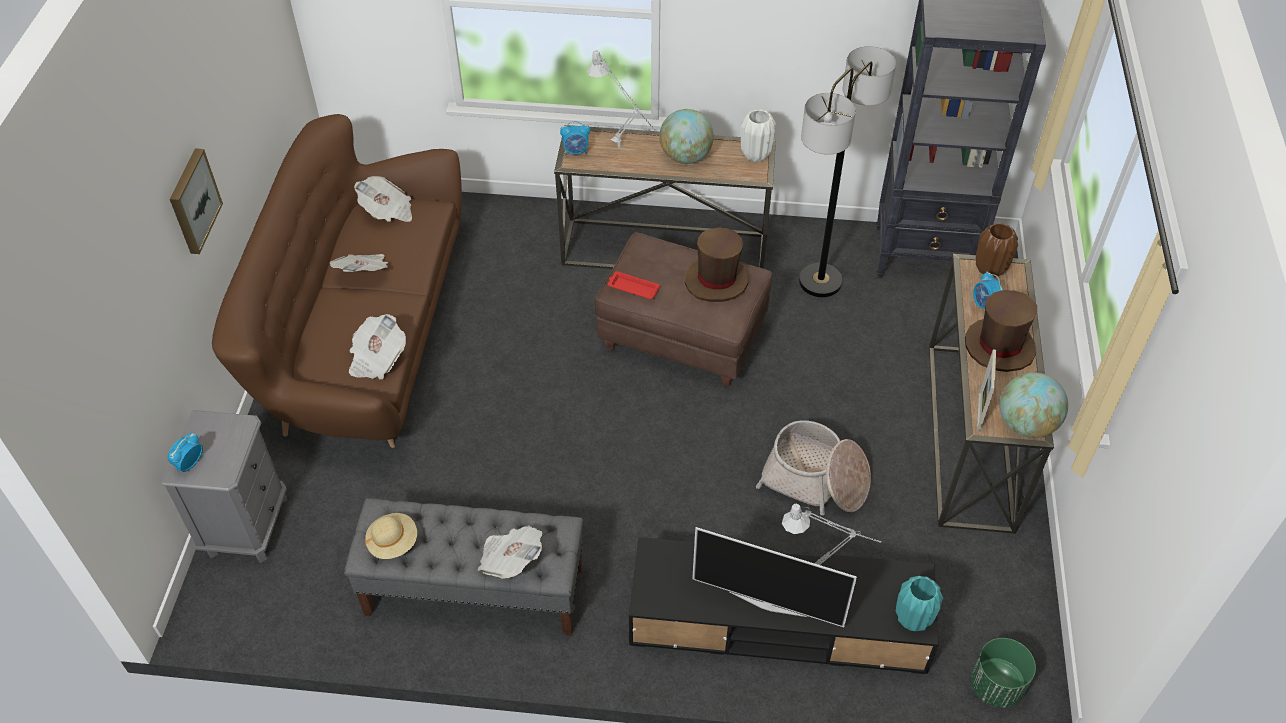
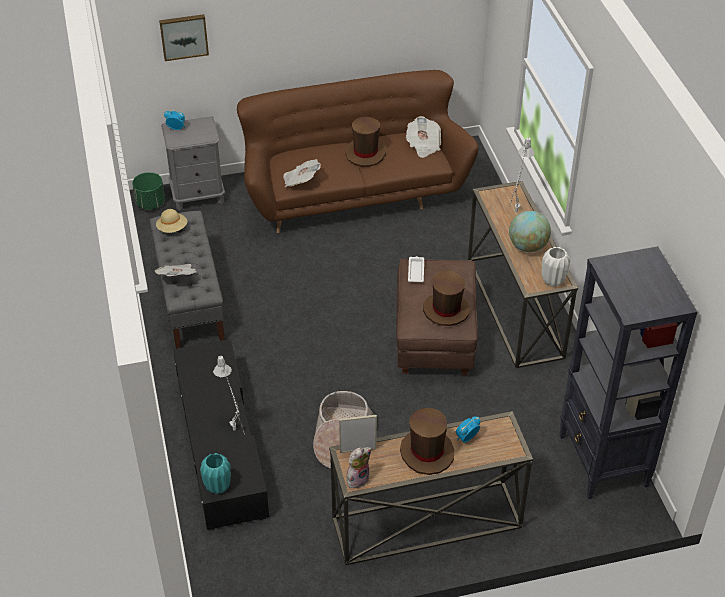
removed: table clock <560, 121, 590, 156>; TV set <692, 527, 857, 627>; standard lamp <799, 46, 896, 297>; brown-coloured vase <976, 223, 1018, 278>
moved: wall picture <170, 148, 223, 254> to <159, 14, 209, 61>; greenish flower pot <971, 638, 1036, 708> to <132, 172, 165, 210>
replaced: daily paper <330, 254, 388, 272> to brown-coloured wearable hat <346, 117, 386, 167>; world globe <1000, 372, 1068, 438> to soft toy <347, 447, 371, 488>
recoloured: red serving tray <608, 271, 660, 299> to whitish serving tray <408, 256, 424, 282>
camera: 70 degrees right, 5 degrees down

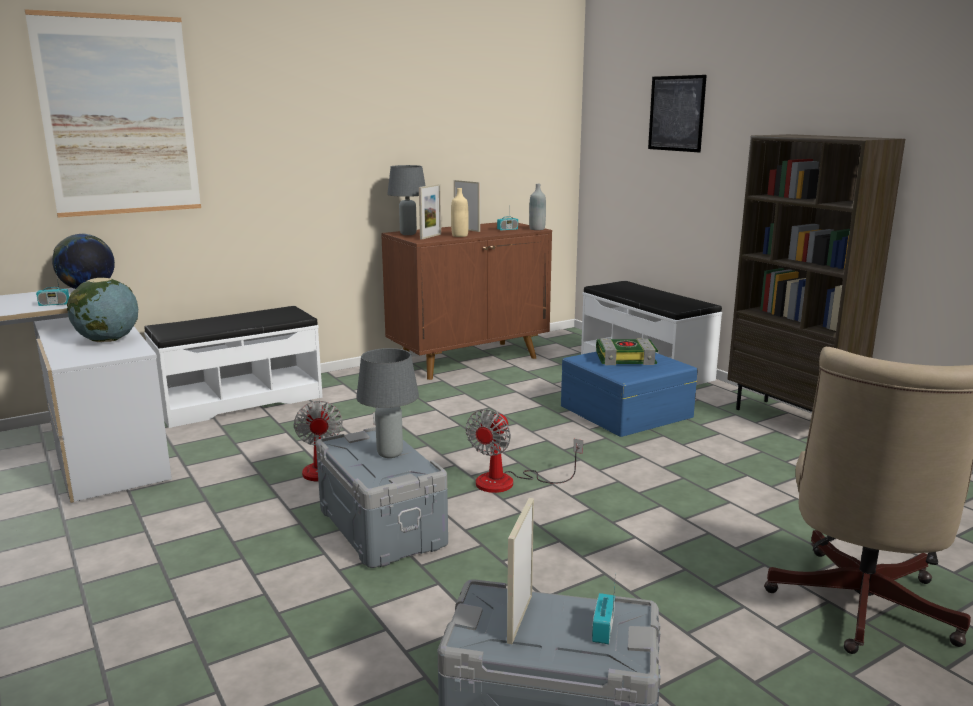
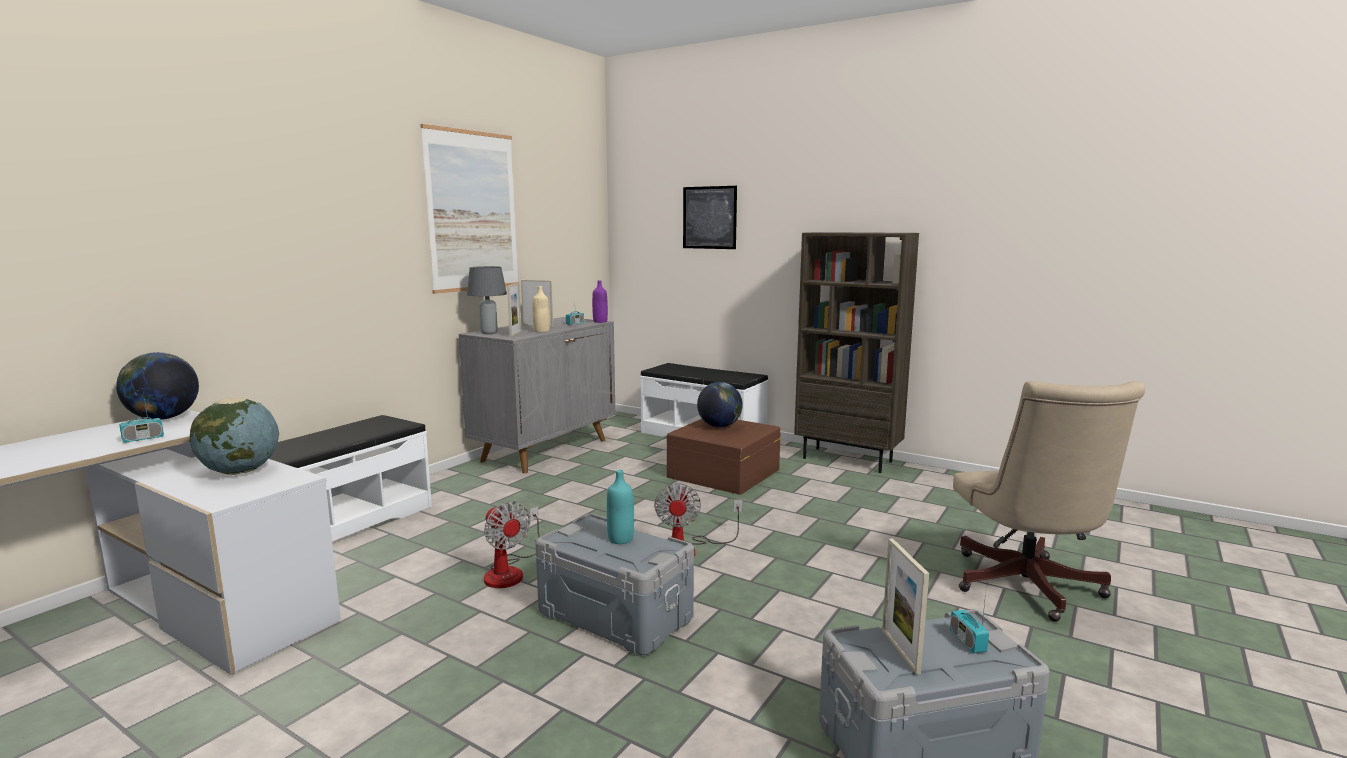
moved: wall picture <25, 9, 201, 218> to <420, 124, 519, 294>
replaced: greyish tabletop lamp <356, 348, 419, 458> to turquoise-coloured bottle <607, 470, 634, 544>; book <596, 338, 658, 365> to world globe <697, 382, 743, 428>
recoloured: brown-coloured storage cabinet <381, 222, 552, 380> to greyish storage cabinet <459, 317, 615, 473>; greyish bottle <529, 184, 546, 230> to purplish bottle <592, 280, 608, 323>; blue-coloured storage bin <561, 352, 698, 437> to brown-coloured storage bin <667, 419, 781, 495>
camera: 25 degrees left, 5 degrees down

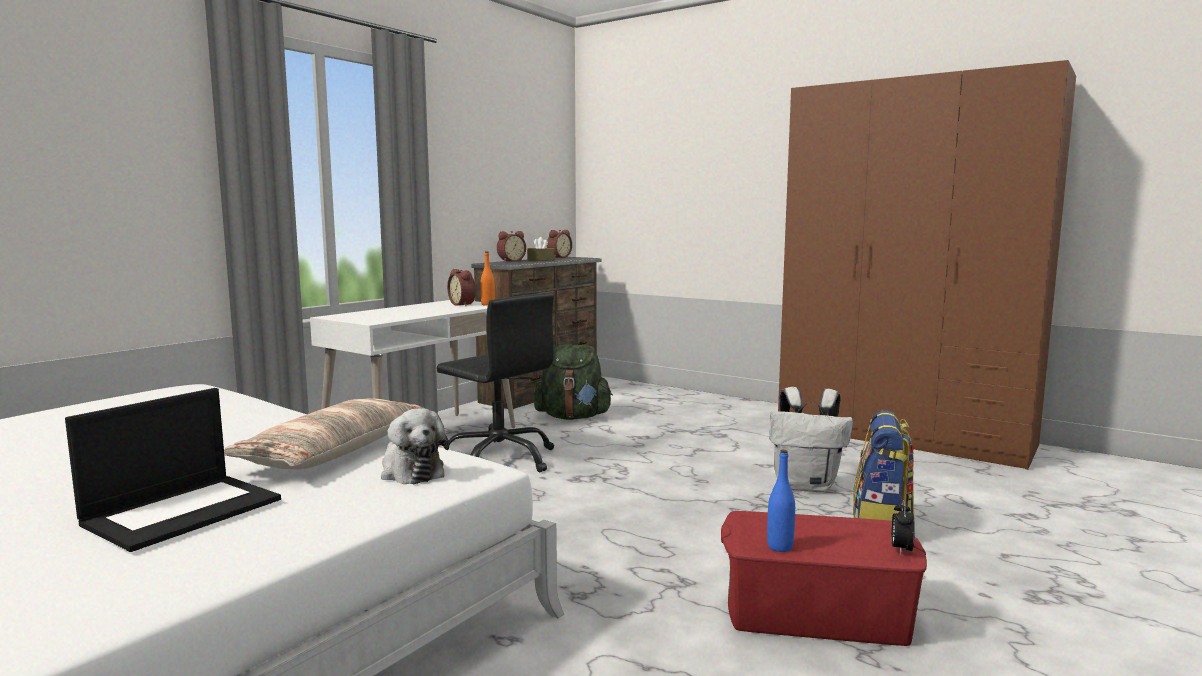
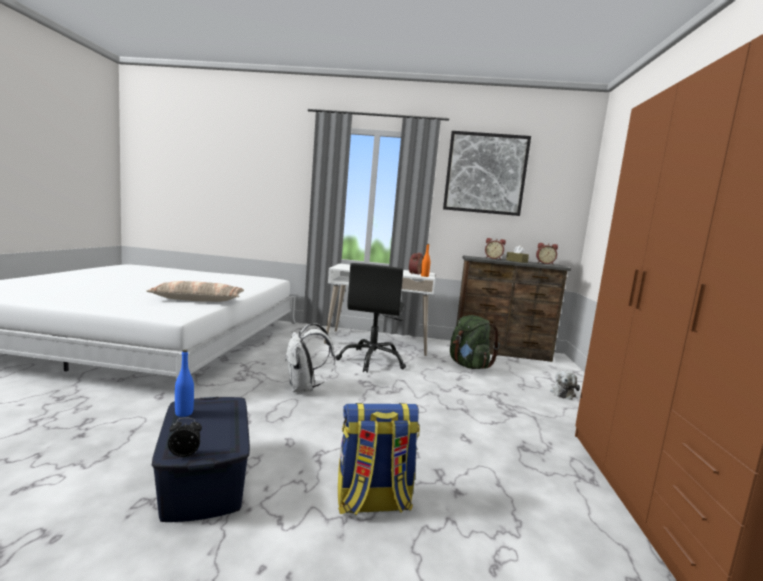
removed: notebook computer <65, 388, 281, 552>
added: wall picture <443, 131, 531, 216>
moved: soft toy <381, 409, 449, 484> to <550, 371, 580, 400>; whitish knapsack <770, 387, 853, 492> to <286, 323, 335, 392>
recoloured: red storage bin <721, 511, 927, 646> to blue-coloured storage bin <152, 397, 250, 522>
camera: 60 degrees right, 0 degrees up

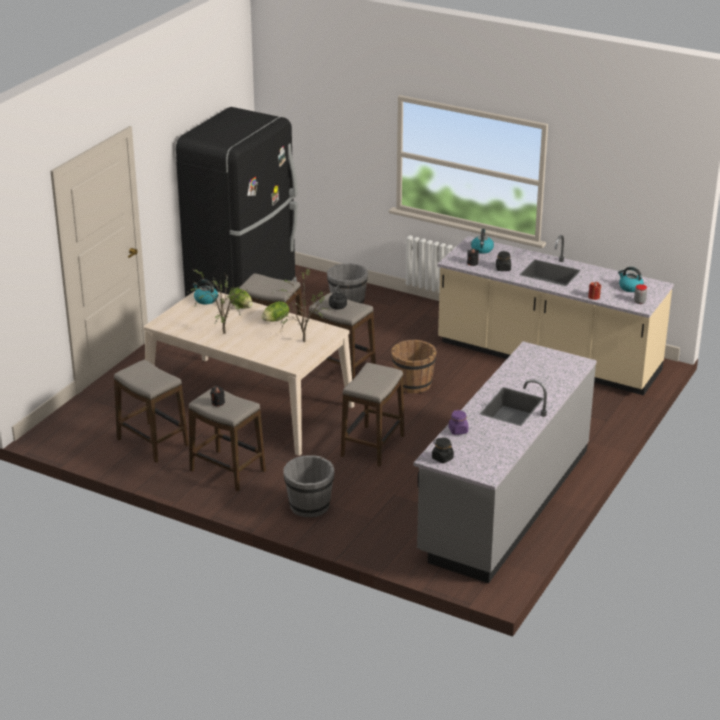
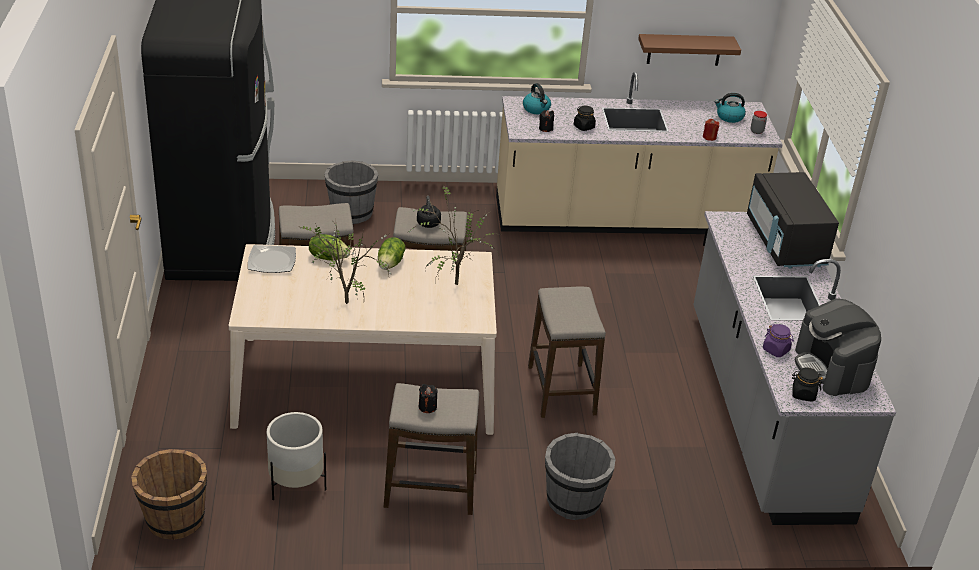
added: brown-coloured bracket shelf <638, 34, 741, 66>; black-coloured kitchen microwave <747, 172, 839, 269>; coffee maker <795, 299, 881, 396>
moved: brown-coloured pail <391, 340, 437, 394> to <131, 449, 207, 540>
replaced: stool <114, 359, 189, 463> to whitish flower pot <267, 412, 326, 500>; water kettle <193, 279, 218, 305> to flat dish <248, 245, 296, 273>
camera: 35 degrees left, 5 degrees up

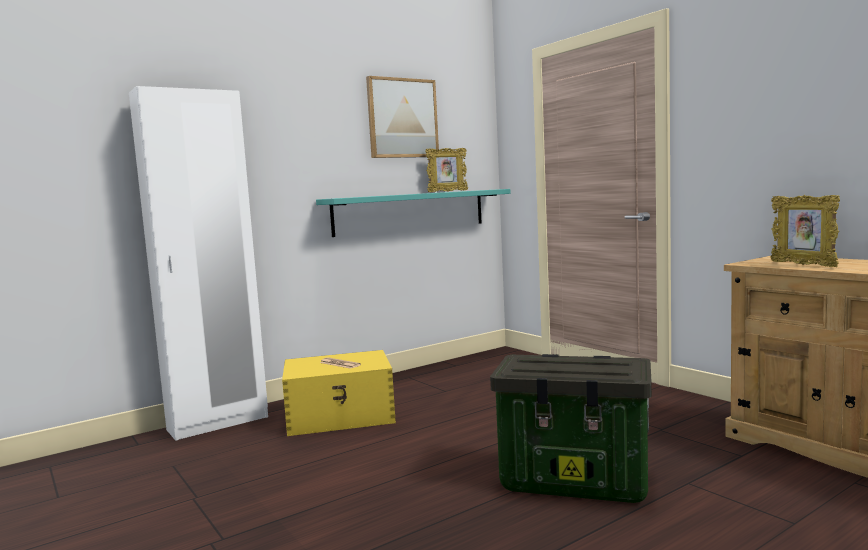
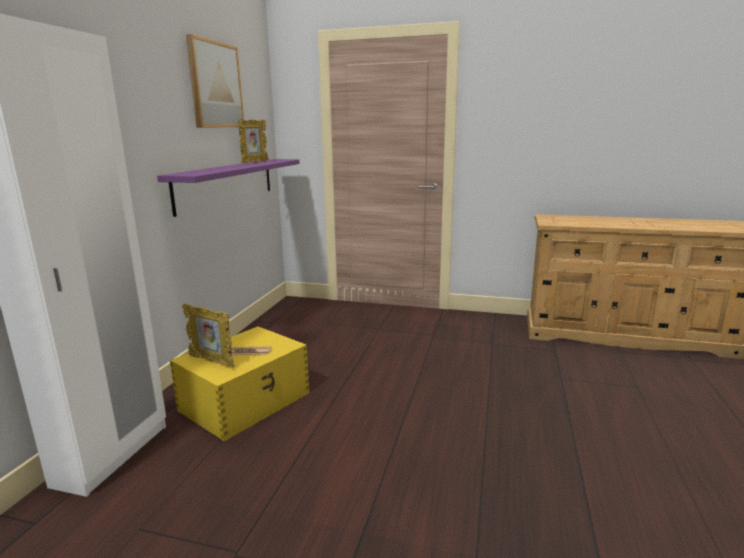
removed: storage bin <490, 354, 652, 503>
moved: picture frame <771, 195, 840, 267> to <182, 303, 234, 368>
recoloured: turquoise-coloured bracket shelf <316, 189, 511, 237> to purplish bracket shelf <157, 159, 300, 217>
camera: 40 degrees left, 10 degrees up

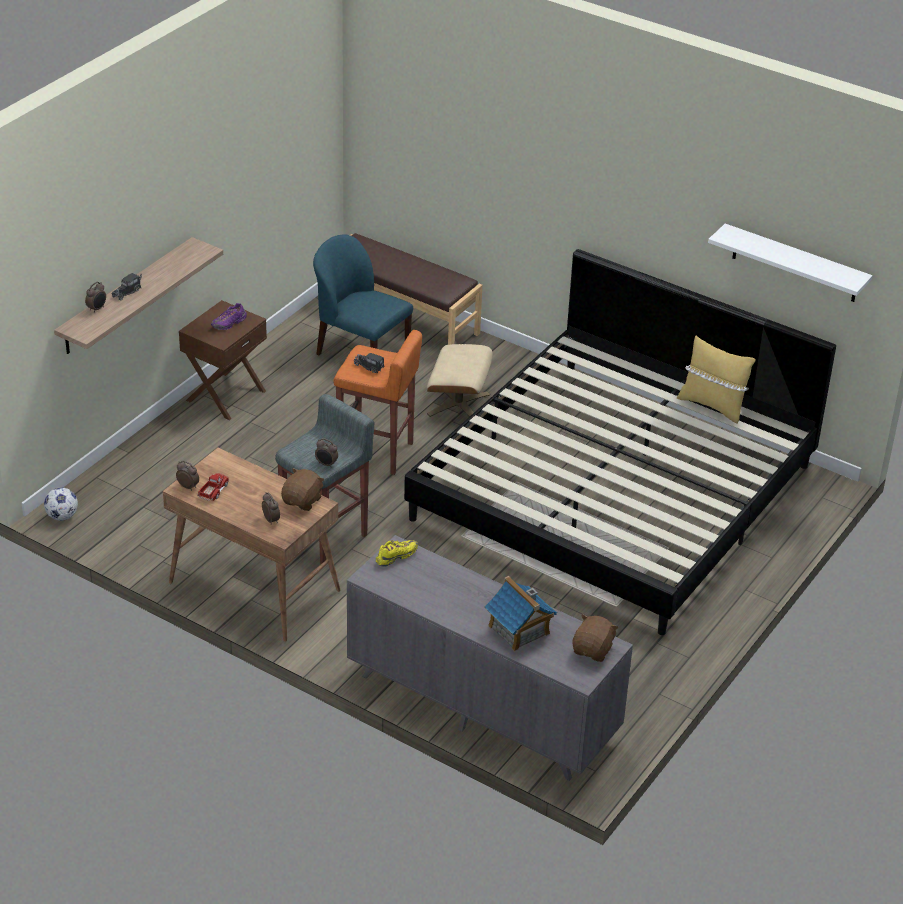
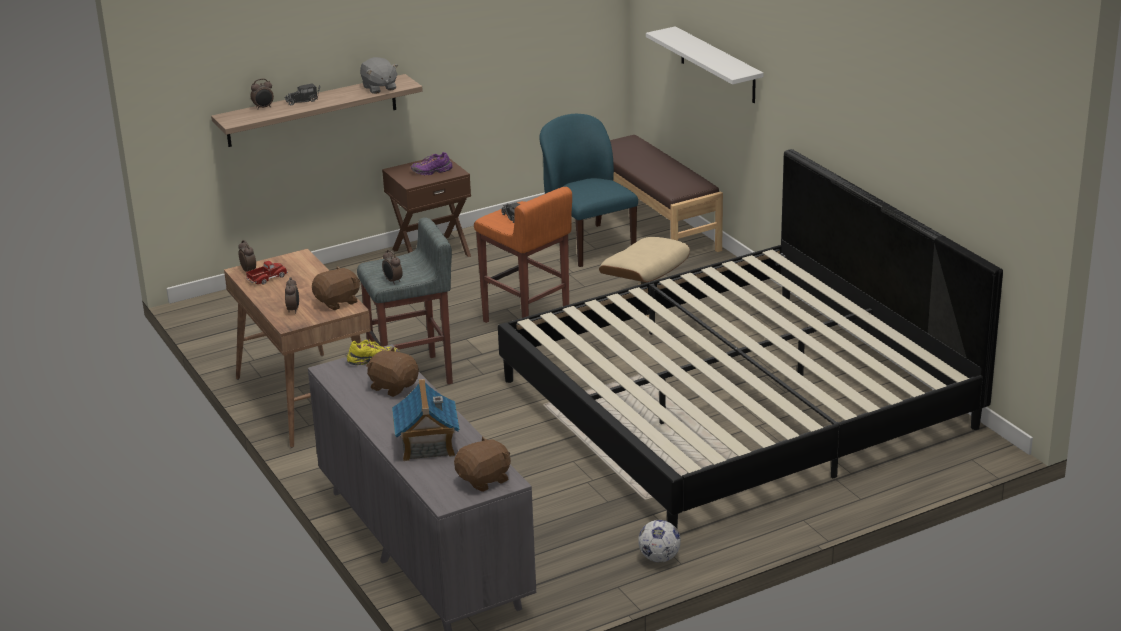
removed: yellowish cushion <677, 335, 756, 424>
added: greyish soft toy <360, 57, 398, 94>; brown-coloured soft toy <366, 347, 419, 397>
moved: football ball <44, 487, 78, 521> to <638, 520, 681, 562>; whitish bracket shelf <708, 224, 873, 302> to <646, 26, 763, 103>
camera: 30 degrees right, 10 degrees down

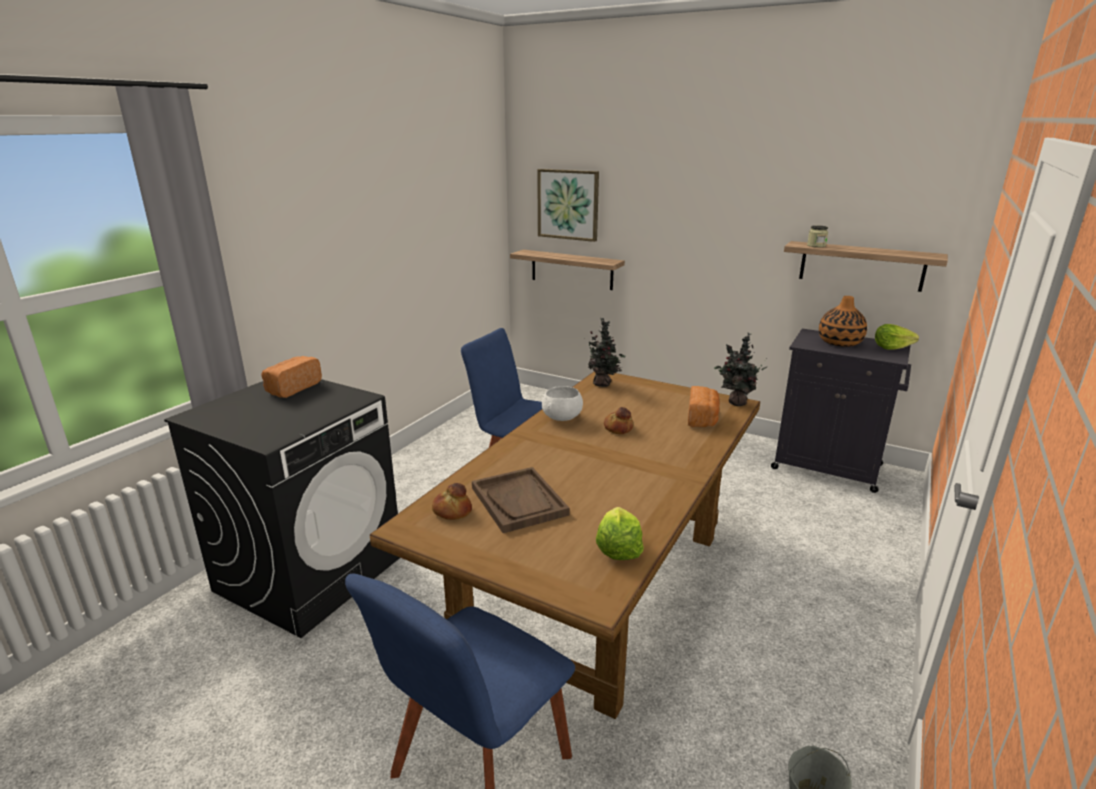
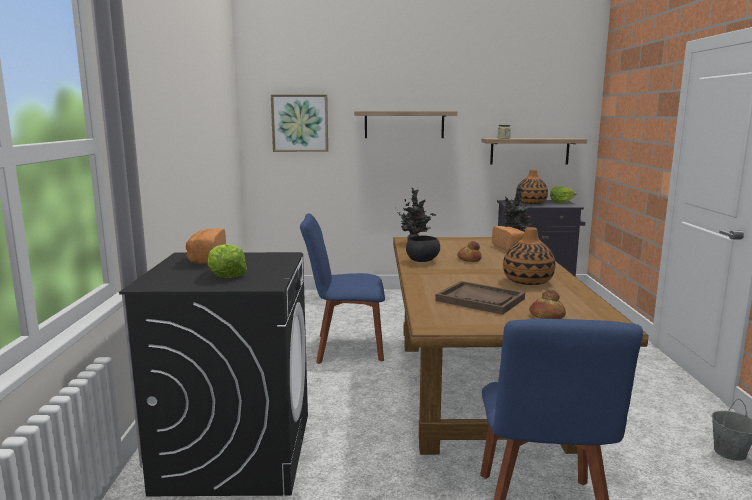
added: vase <503, 227, 555, 285>
moved: baked bread <432, 483, 472, 520> to <529, 290, 566, 319>; bracket shelf <510, 250, 625, 290> to <354, 111, 457, 138>; lettuce head <596, 507, 644, 560> to <208, 244, 247, 278>
recoloured: whitish deep dish <542, 386, 583, 421> to black-coloured deep dish <406, 236, 440, 262>
camera: 30 degrees left, 10 degrees down

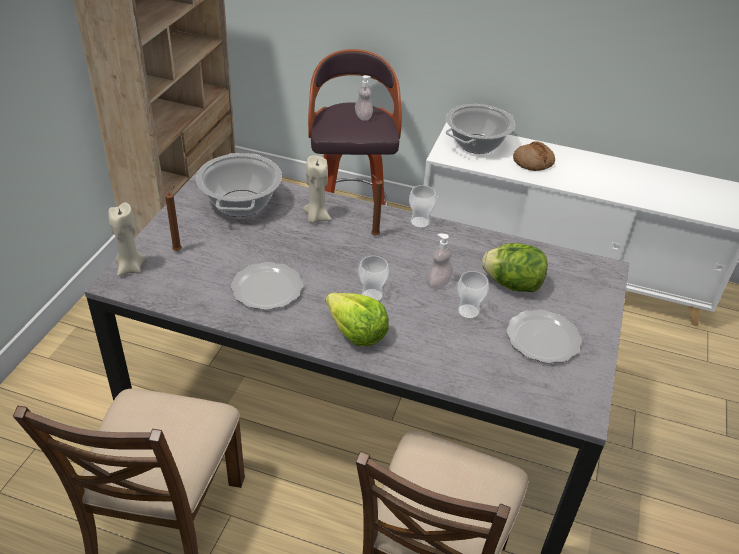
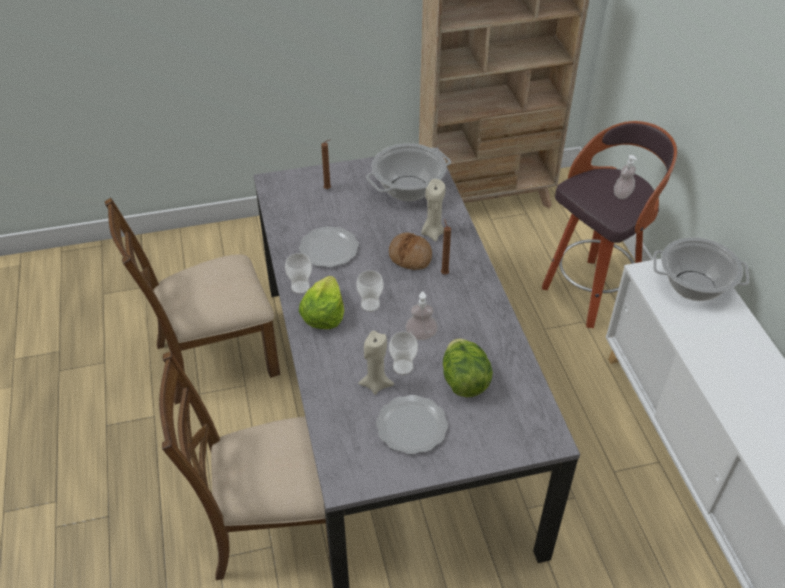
moved: beige wax light <108, 202, 146, 276> to <358, 331, 394, 395>; small cup <409, 185, 436, 229> to <285, 253, 312, 294>; baked bread <513, 141, 555, 171> to <389, 232, 432, 270>
camera: 60 degrees right, 5 degrees up

